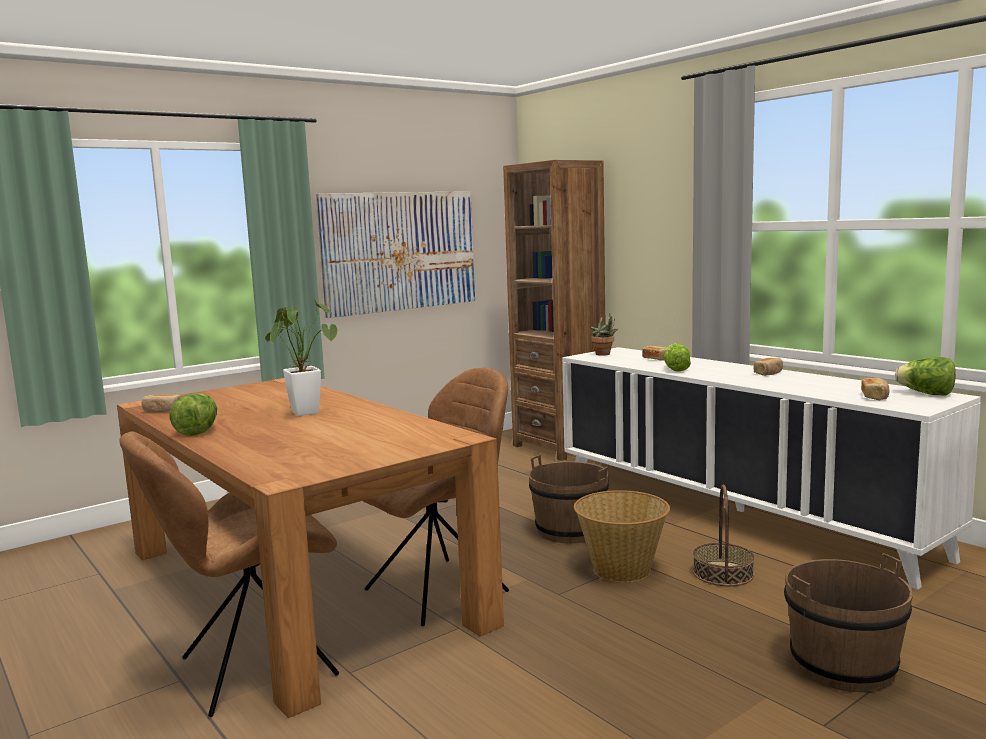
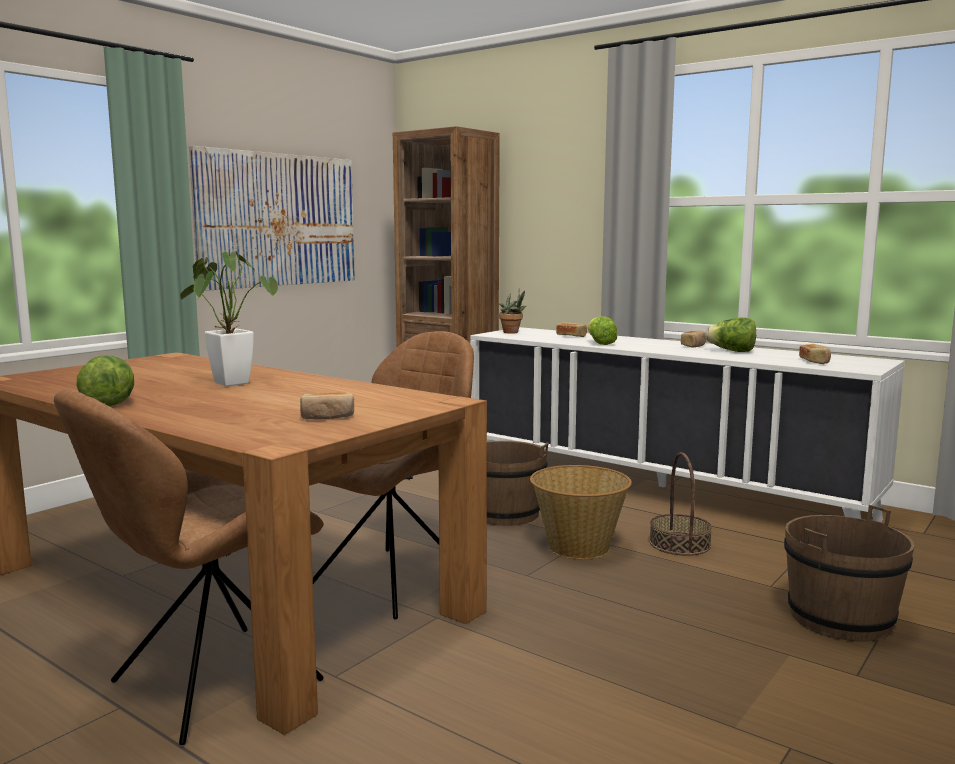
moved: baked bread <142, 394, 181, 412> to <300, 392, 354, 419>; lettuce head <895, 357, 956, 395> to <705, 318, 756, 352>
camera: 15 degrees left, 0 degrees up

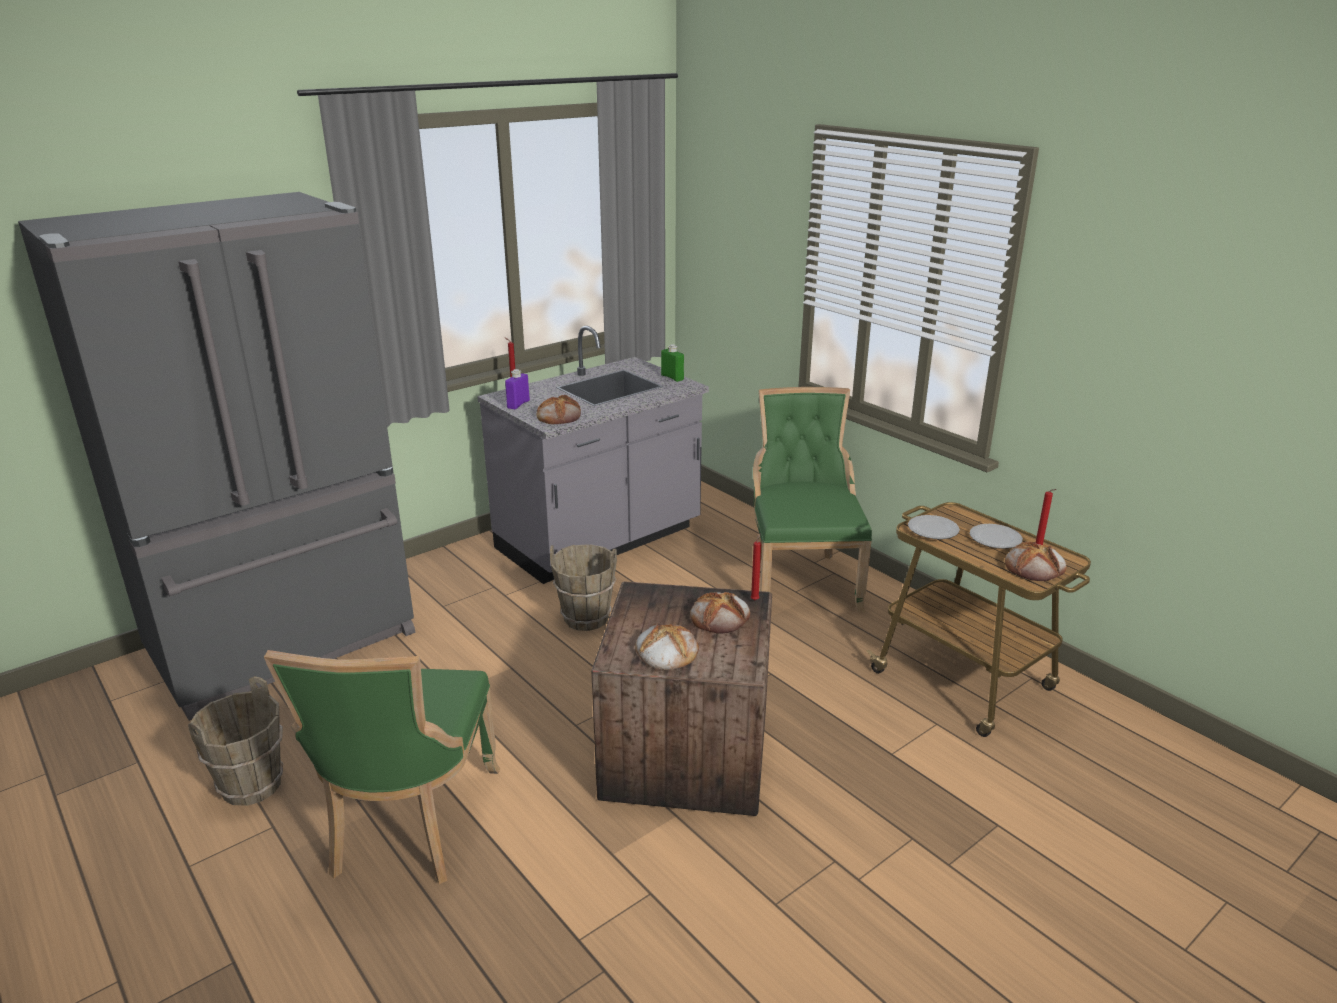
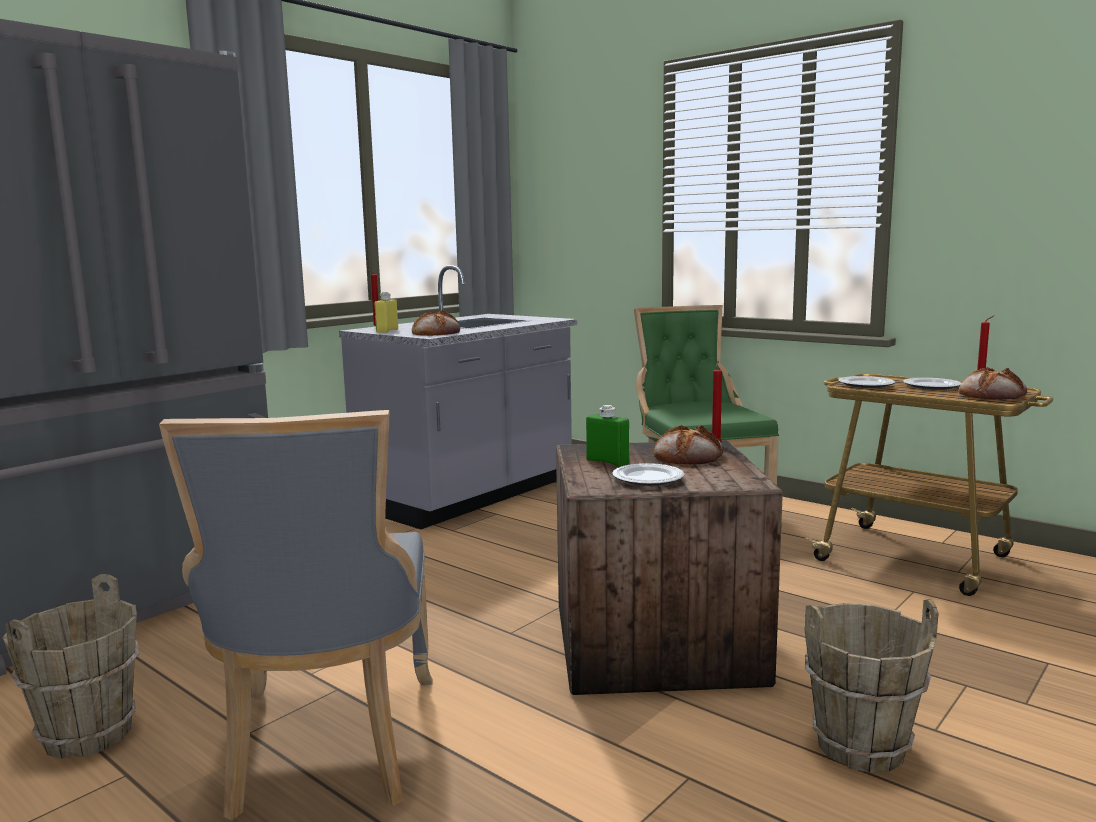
moved: brown-coloured pail <550, 544, 617, 631> to <804, 600, 939, 773>; greenish bottle <661, 344, 684, 382> to <586, 405, 629, 467>
replaced: baked bread <635, 624, 699, 670> to flat dish <612, 463, 685, 486>
recoloured: greenish chair <264, 650, 500, 884> to greyish chair <159, 410, 433, 820>; purplish bottle <505, 369, 530, 409> to yellowish bottle <375, 292, 398, 333>
camera: 10 degrees left, 15 degrees down

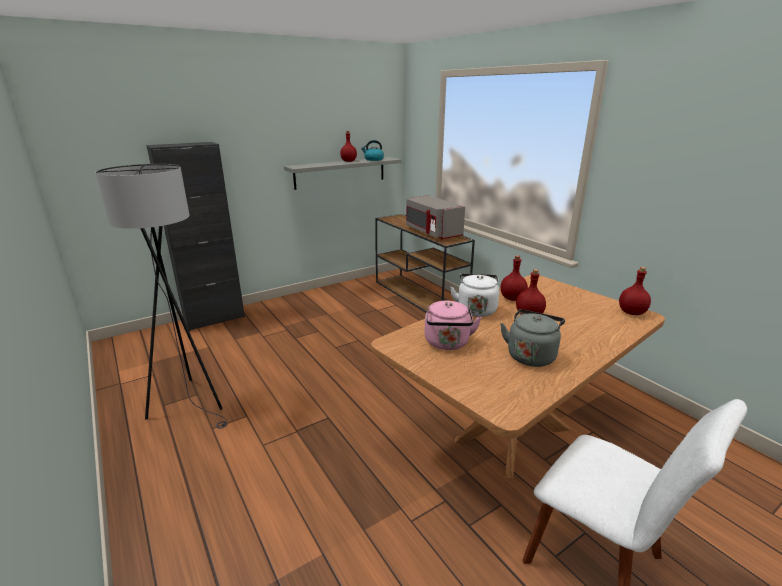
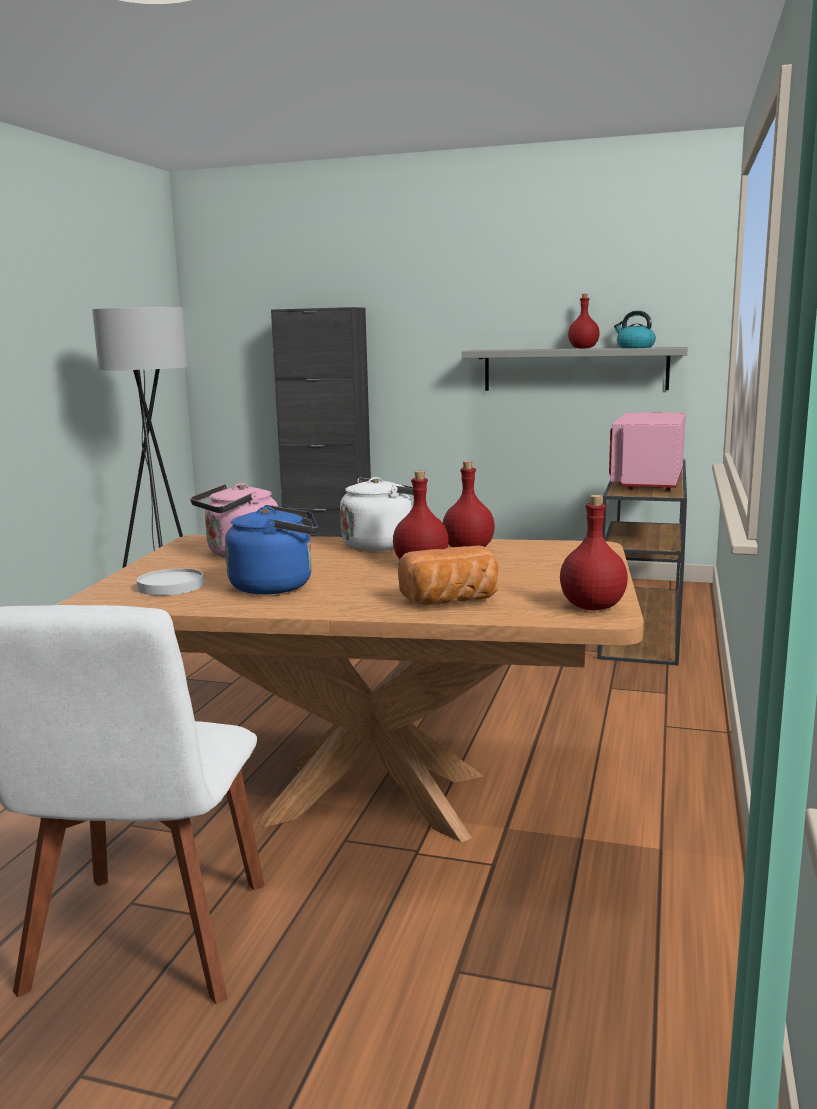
added: whitish flat dish <137, 568, 204, 596>; baked bread <398, 546, 498, 605>
recoloured: greyish kitchen microwave <406, 195, 465, 239> to pink kitchen microwave <609, 412, 686, 491>; greyish water kettle <500, 309, 565, 367> to blue-coloured water kettle <225, 505, 318, 594>
camera: 50 degrees right, 10 degrees down

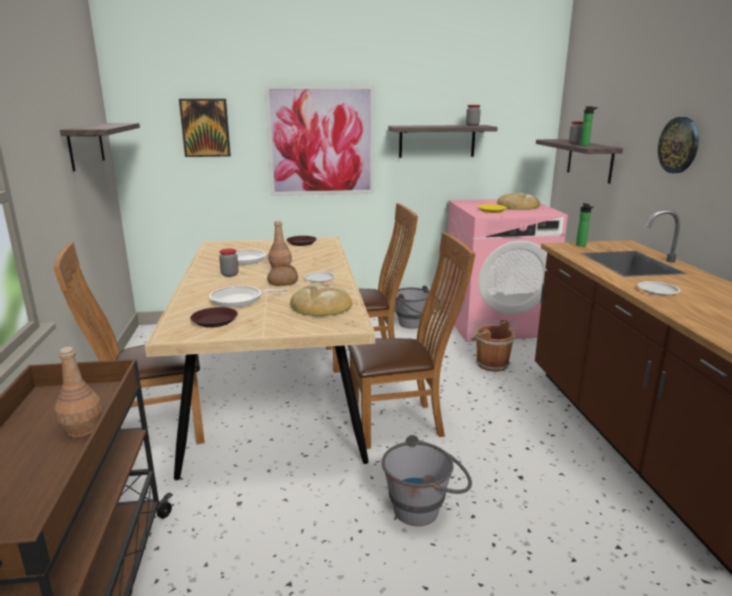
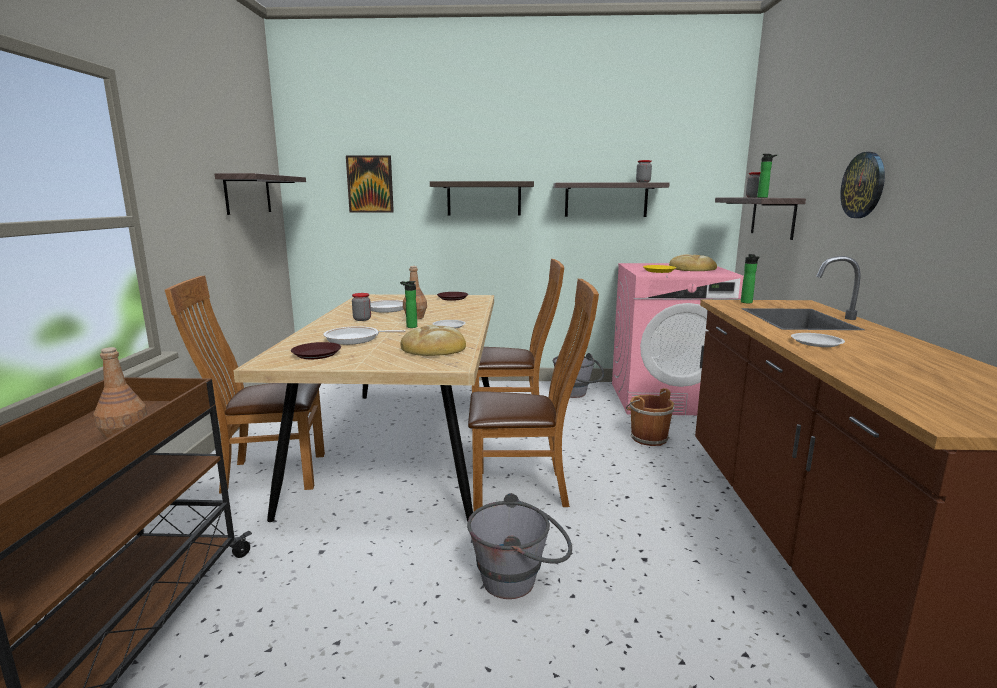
replaced: wall picture <264, 85, 374, 196> to bracket shelf <430, 181, 534, 216>; baked bread <267, 263, 298, 286> to bottle <400, 281, 417, 328>
camera: 10 degrees right, 5 degrees down

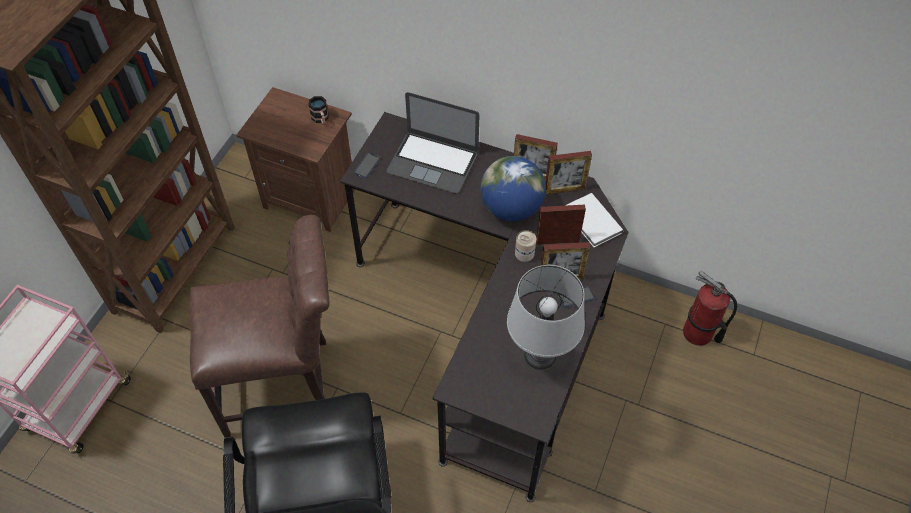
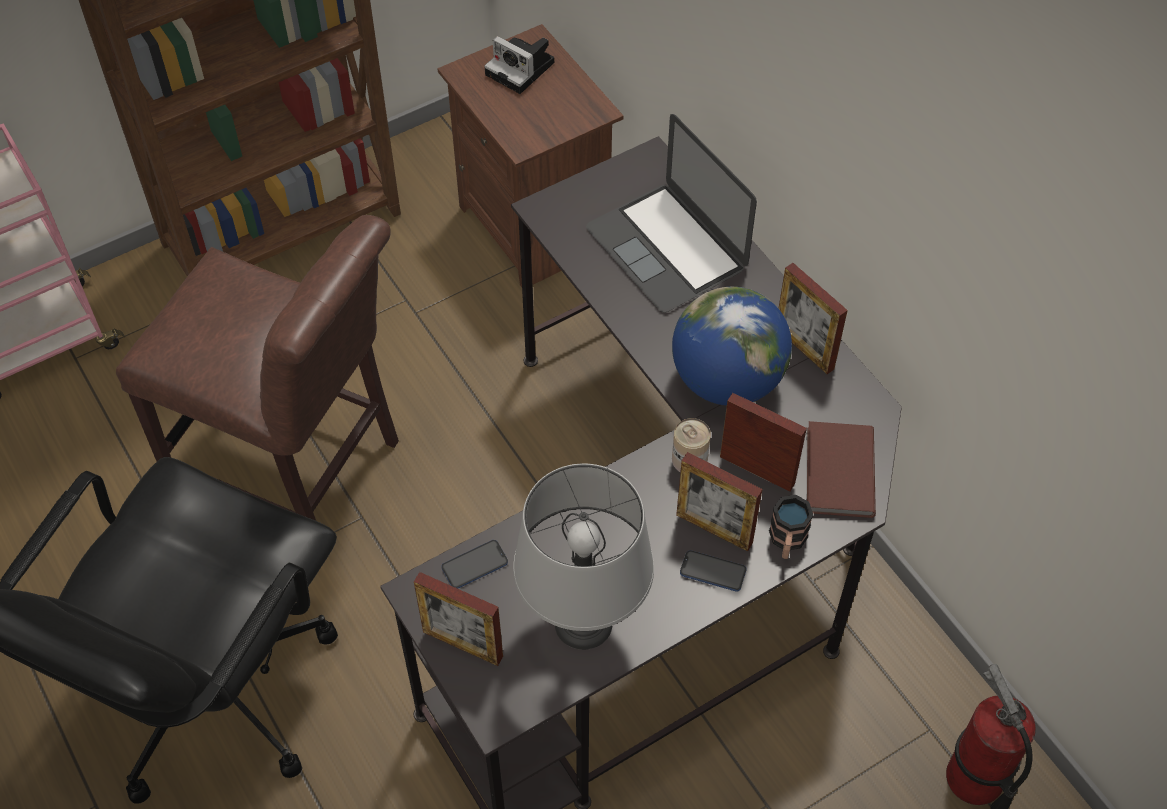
added: still camera <484, 36, 554, 94>
moved: tea mug <309, 96, 329, 125> to <769, 495, 813, 559>; telephone <354, 152, 380, 179> to <441, 540, 508, 589>; picture frame <545, 151, 592, 194> to <414, 572, 503, 666>
recoloured: whitish book <565, 193, 624, 247> to brown-coloured book <807, 421, 876, 518>
camera: 35 degrees right, 0 degrees up

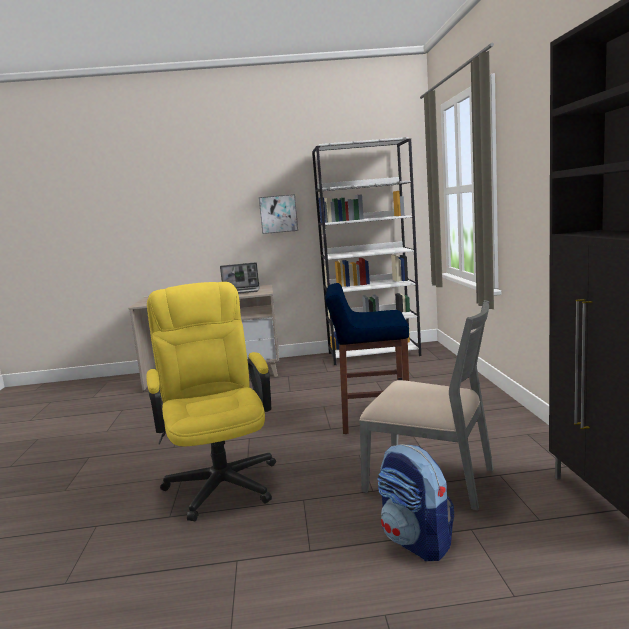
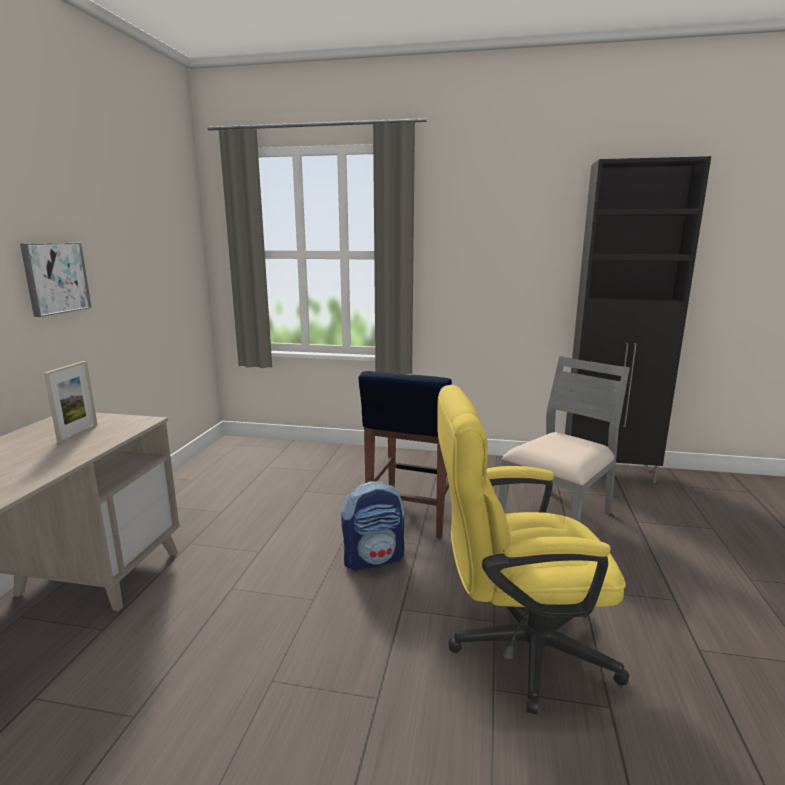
removed: whitish shelving unit <312, 137, 421, 365>
moved: knapsack <377, 444, 454, 561> to <341, 481, 405, 570>
replaced: notebook computer <220, 262, 260, 294> to picture frame <44, 361, 97, 443>
camera: 75 degrees left, 5 degrees up

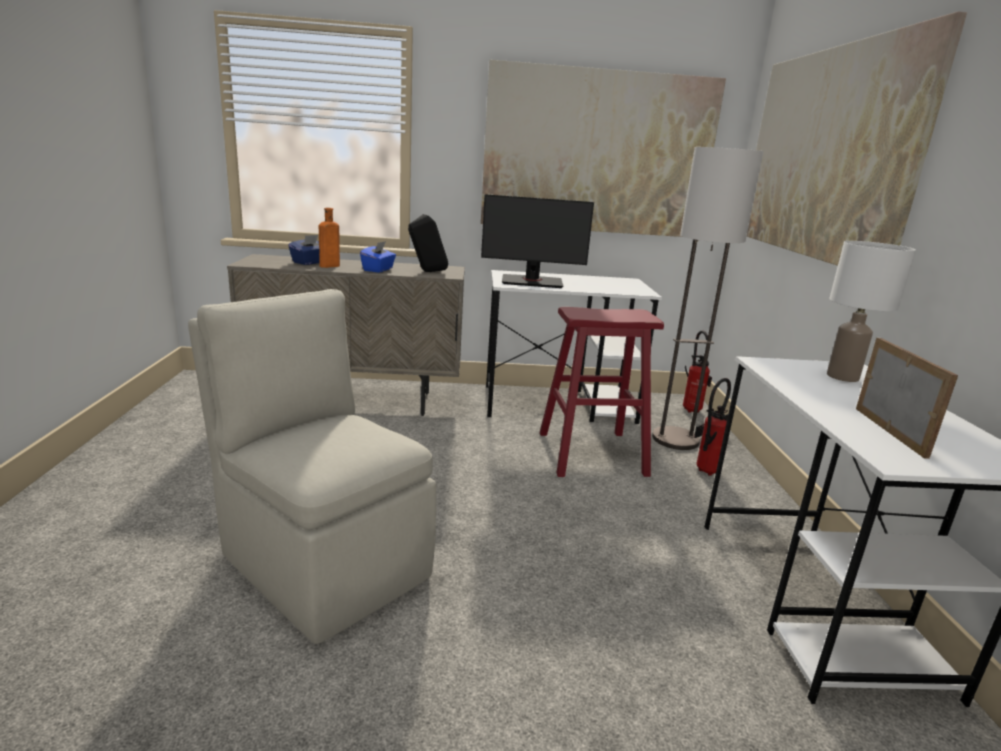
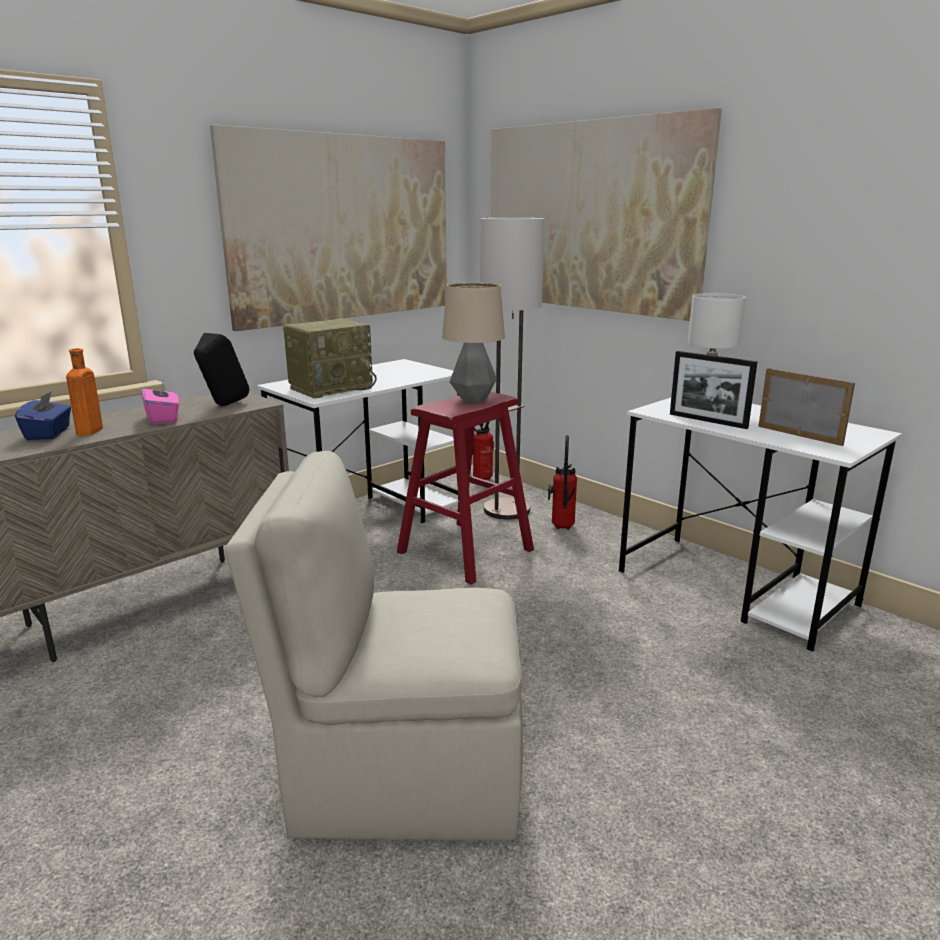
added: tabletop lamp <442, 283, 505, 402>; picture frame <670, 351, 757, 429>
replaced: computer display <481, 194, 594, 288> to radio <283, 318, 377, 399>
recoloured: blue-coloured tissue box <360, 241, 396, 273> to pink tissue box <141, 378, 179, 425>
camera: 40 degrees left, 0 degrees up

